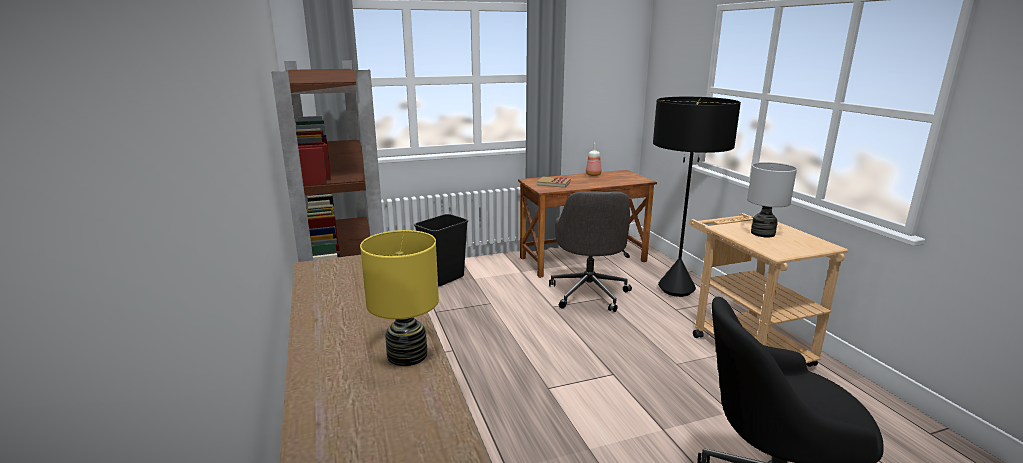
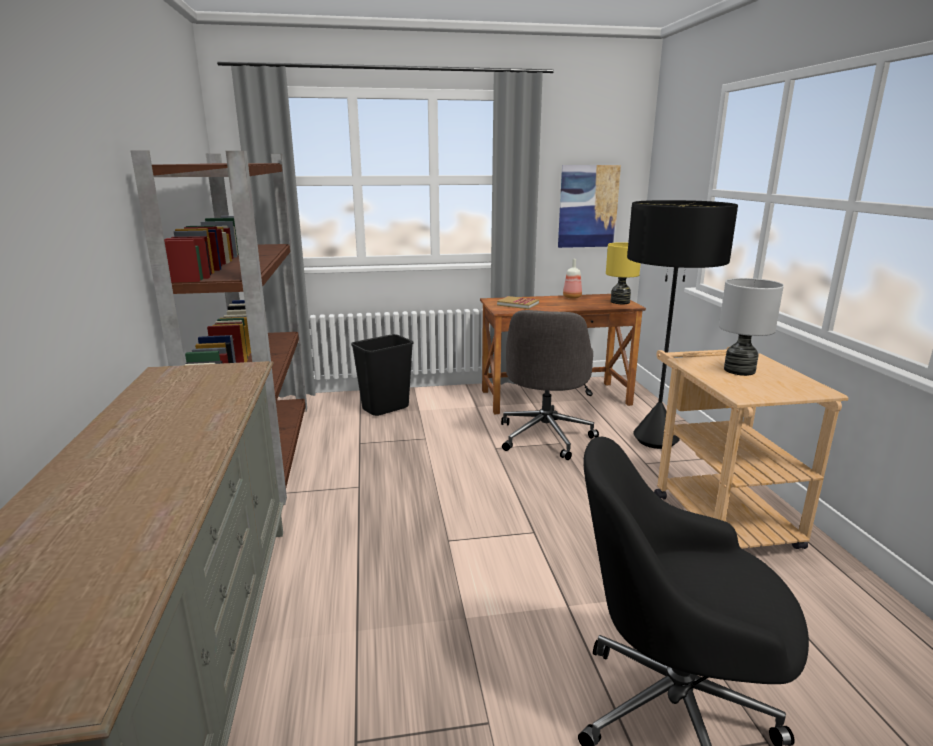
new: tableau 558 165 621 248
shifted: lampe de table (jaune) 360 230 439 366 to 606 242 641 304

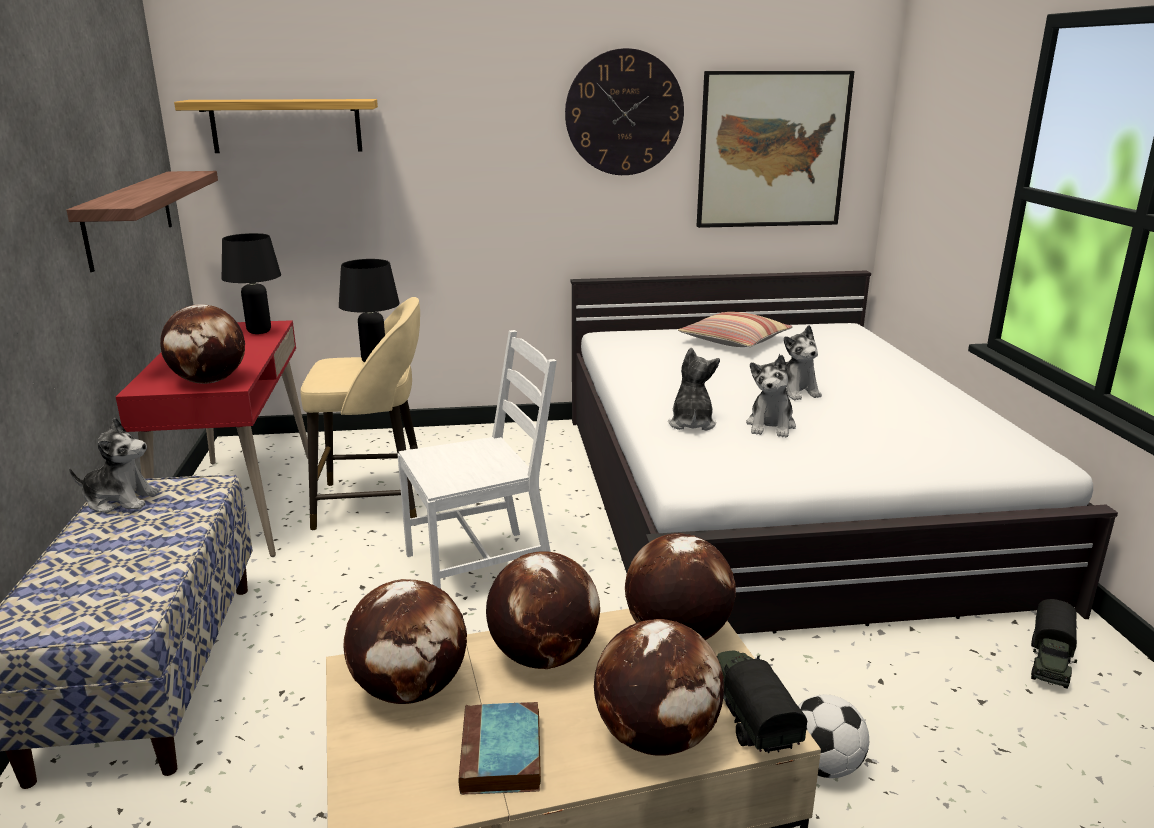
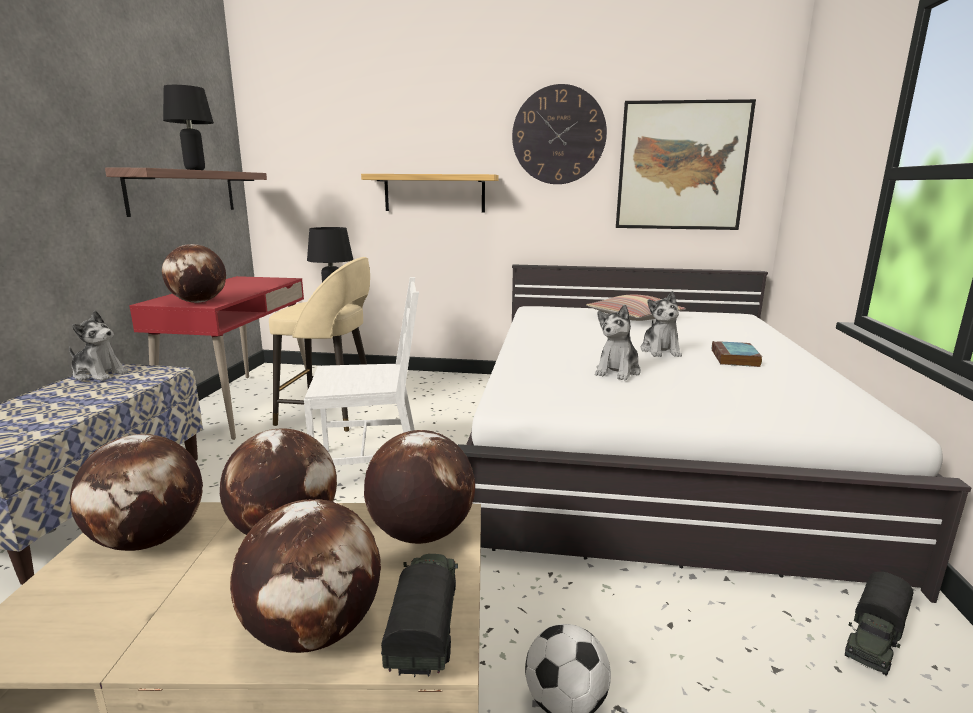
gone: peluche 668 348 720 431
shifted: étagère 174 99 378 153 to 361 174 499 212; lampe de table (noir) 222 233 281 334 to 163 85 214 170; livre 458 702 541 795 to 712 341 762 367

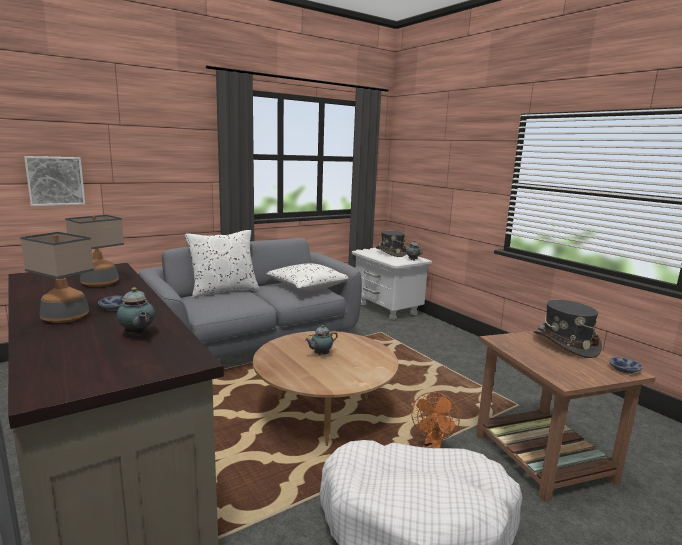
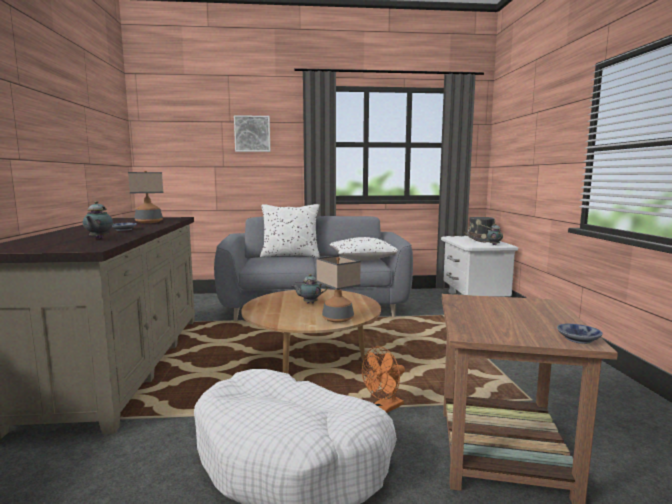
gone: chapeau (gris) 533 300 602 358
shifted: lampe de table 20 232 94 323 to 316 255 361 323; tableau 24 156 85 206 to 234 115 270 152

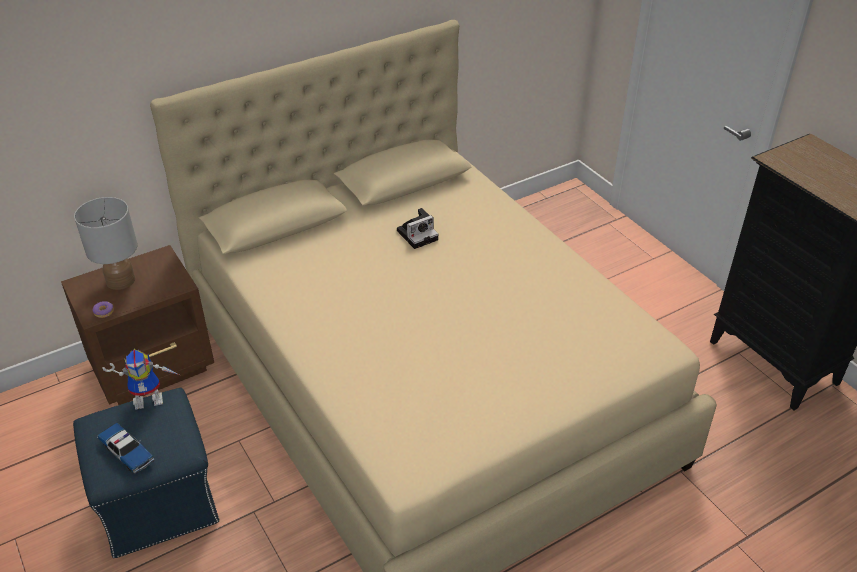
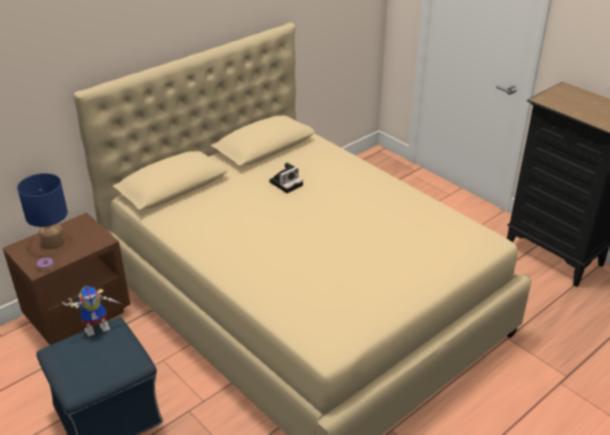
gone: petite voiture 97 423 155 474
repainted: lampe de table (gris) 74 197 138 290 to lampe de table (bleu) 17 173 68 249

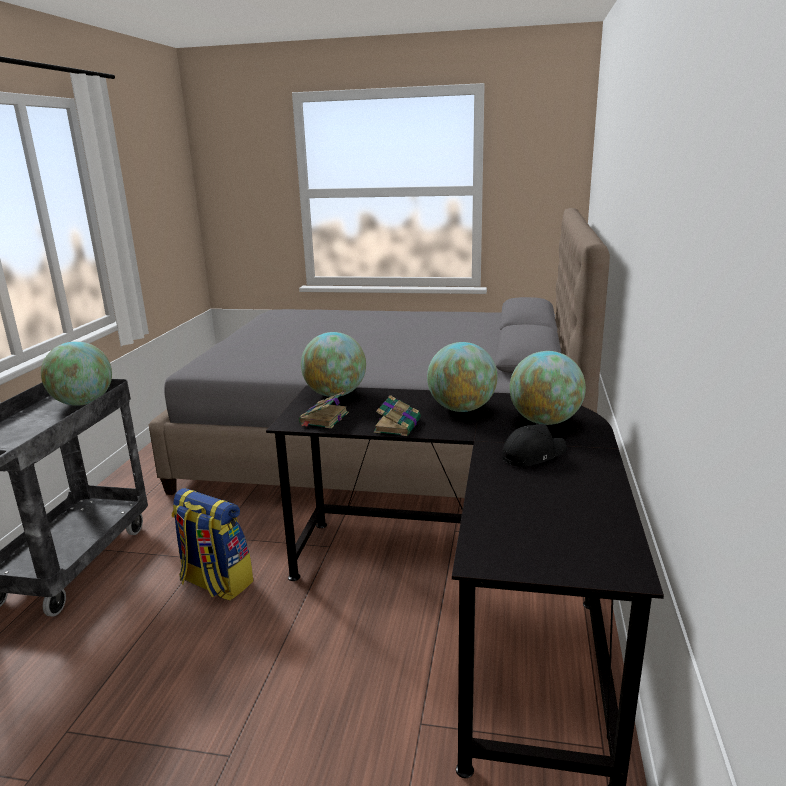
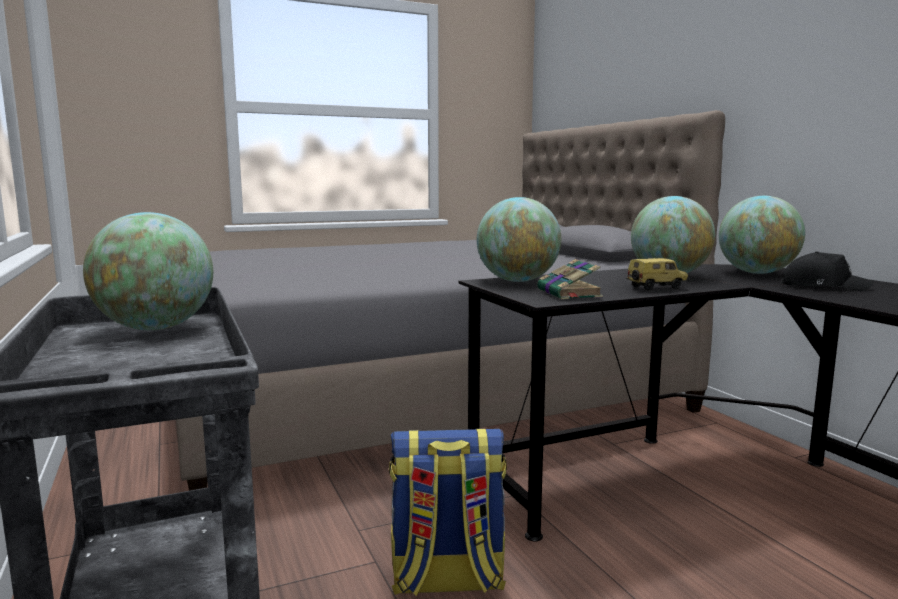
swapped: livre 374 395 421 436 to petite voiture 627 258 688 291
rotated: casquette (noir) 502 424 567 466 = 781 252 874 291 90 degrees clockwise

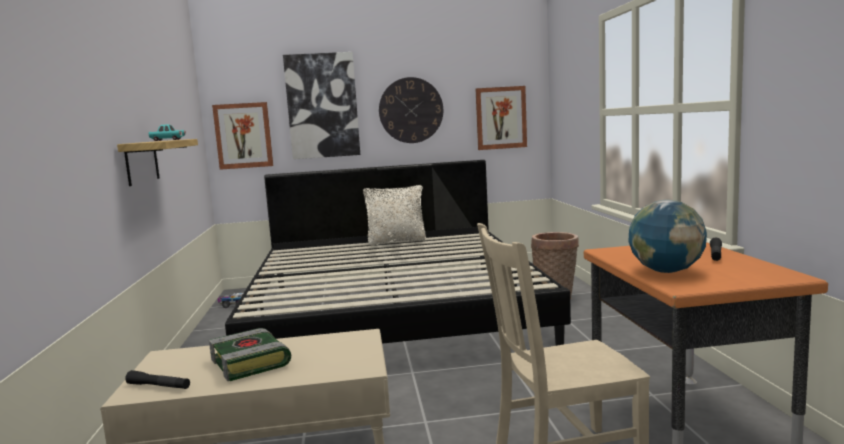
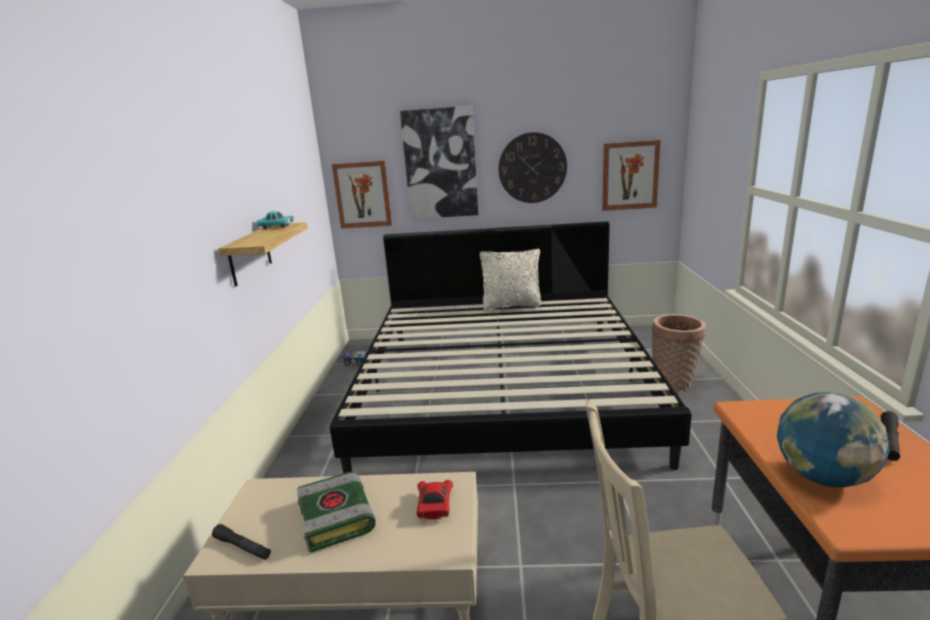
new: petite voiture (rouge) 416 480 453 519

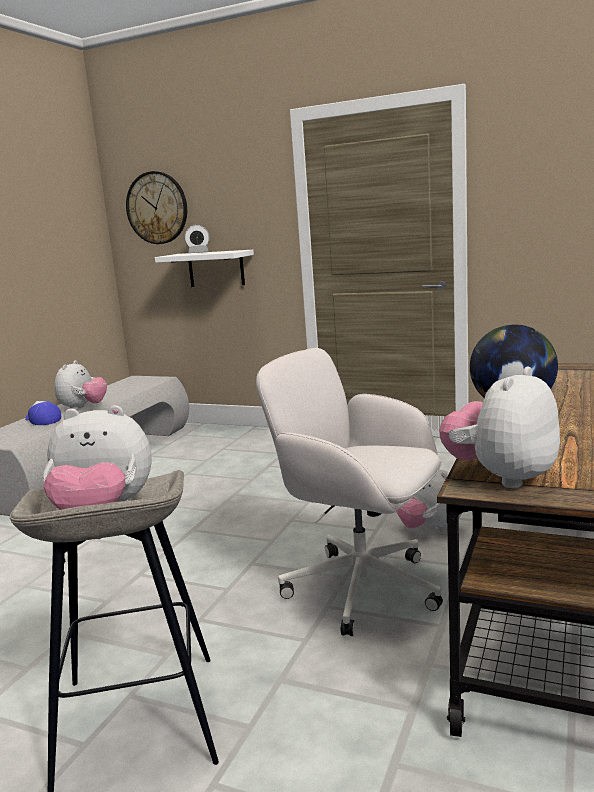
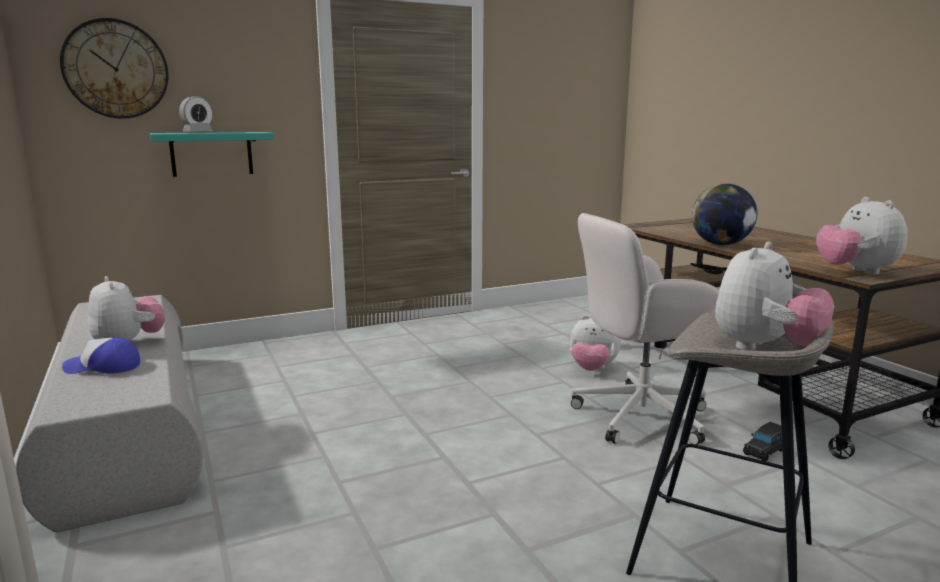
new: petite voiture (noir) 743 422 782 462
repainted: étagère (blanc) 155 250 254 287 to étagère (turquoise) 150 132 274 177

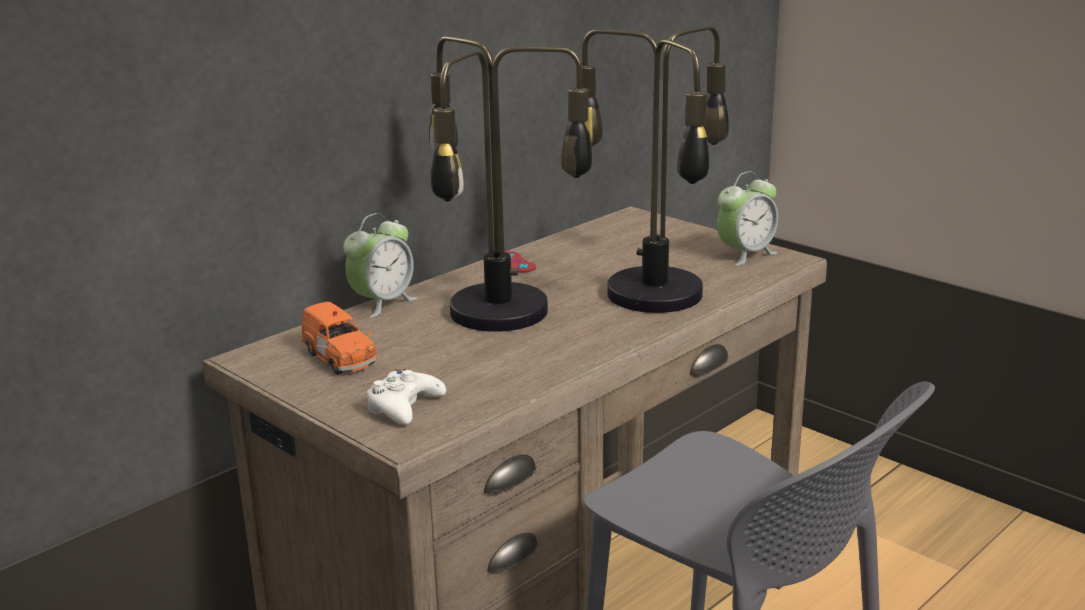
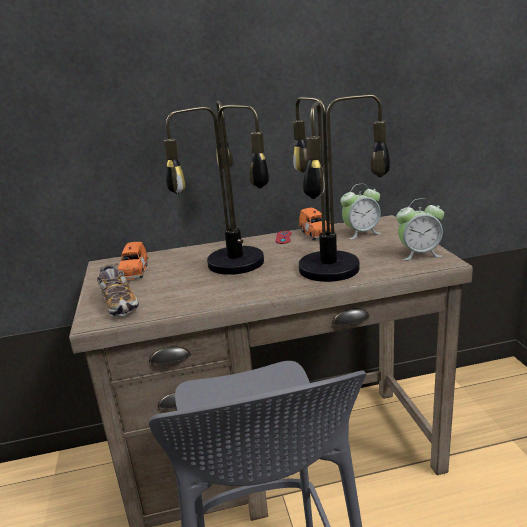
new: petite voiture (orange) 299 208 331 241
shifted: réveil 343 213 417 318 to 340 184 381 239
swapped: manette (blanc) 367 369 446 425 to chaussure 97 264 139 318

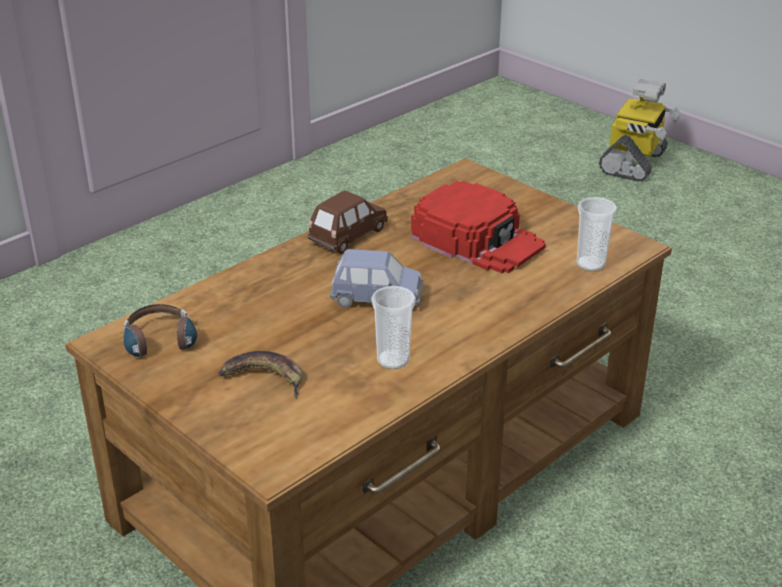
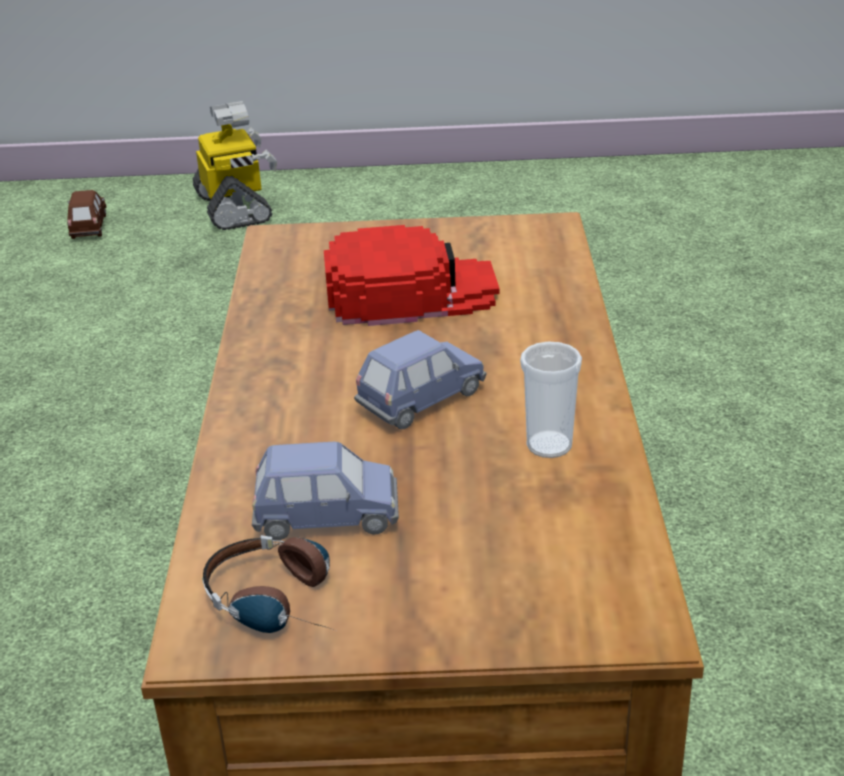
gone: banane 218 351 303 398; tasse 576 197 617 271
new: petite voiture (bleu) 252 442 399 540
shifted: petite voiture (marron) 307 191 388 254 to 67 190 106 239

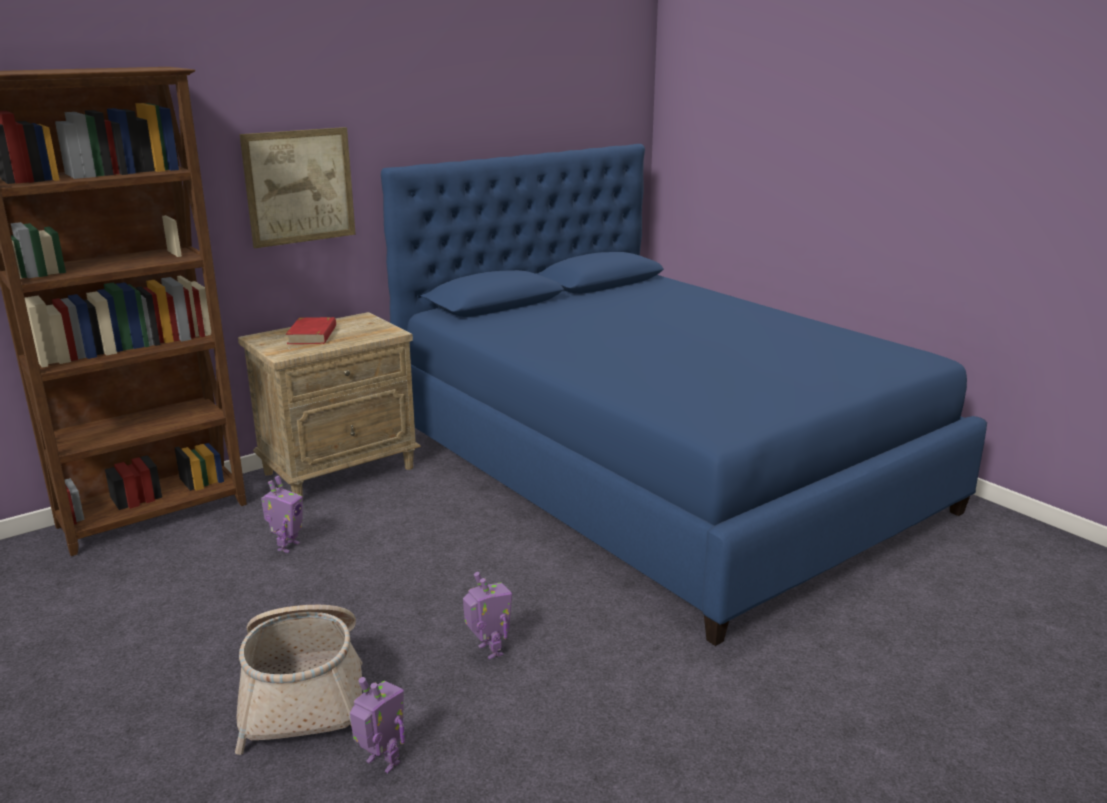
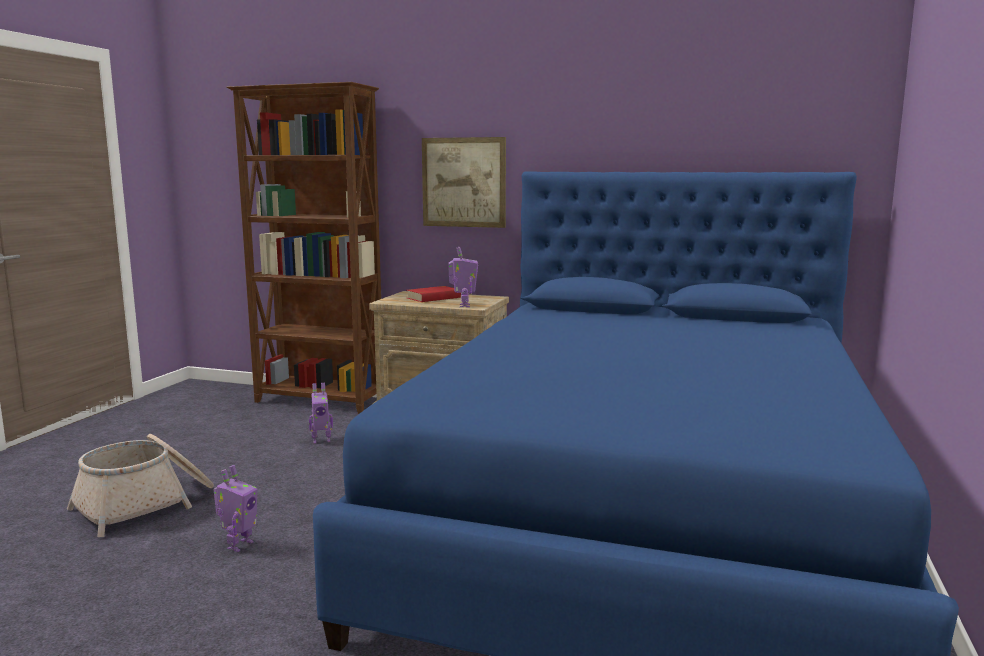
shifted: robot jouet 350 677 405 773 to 448 247 478 307

